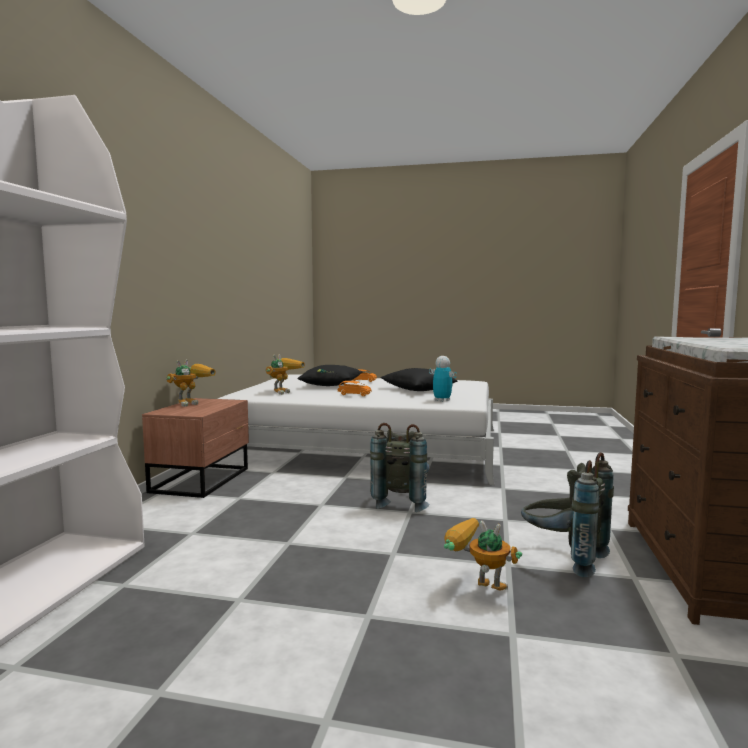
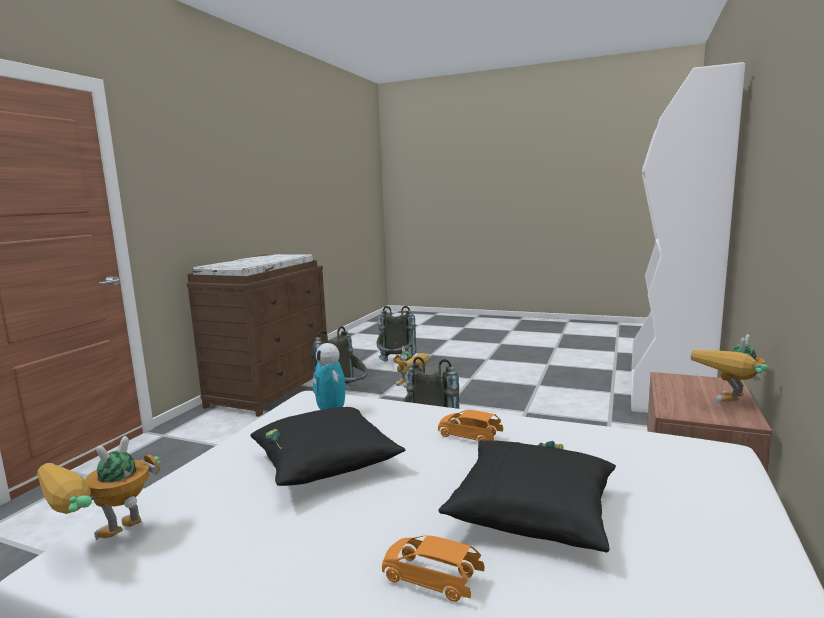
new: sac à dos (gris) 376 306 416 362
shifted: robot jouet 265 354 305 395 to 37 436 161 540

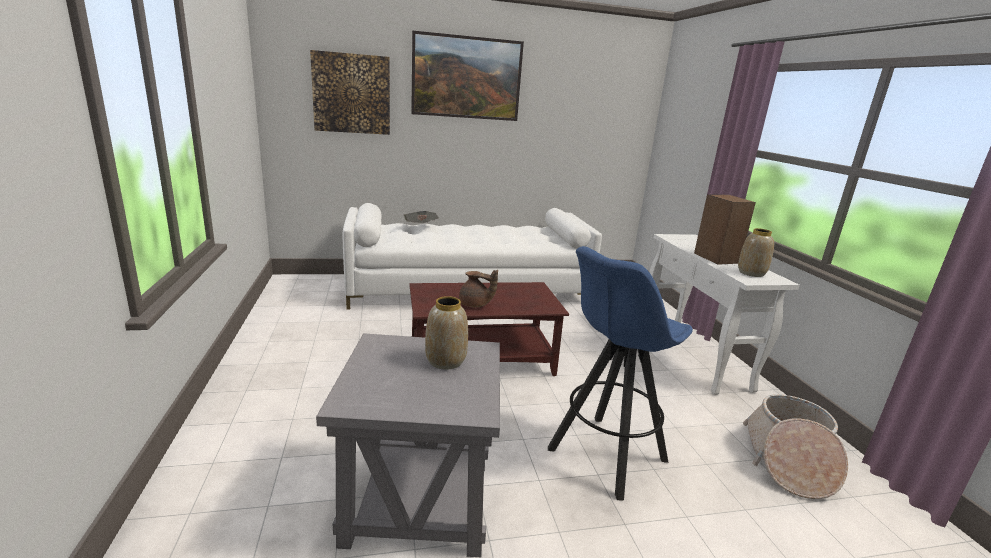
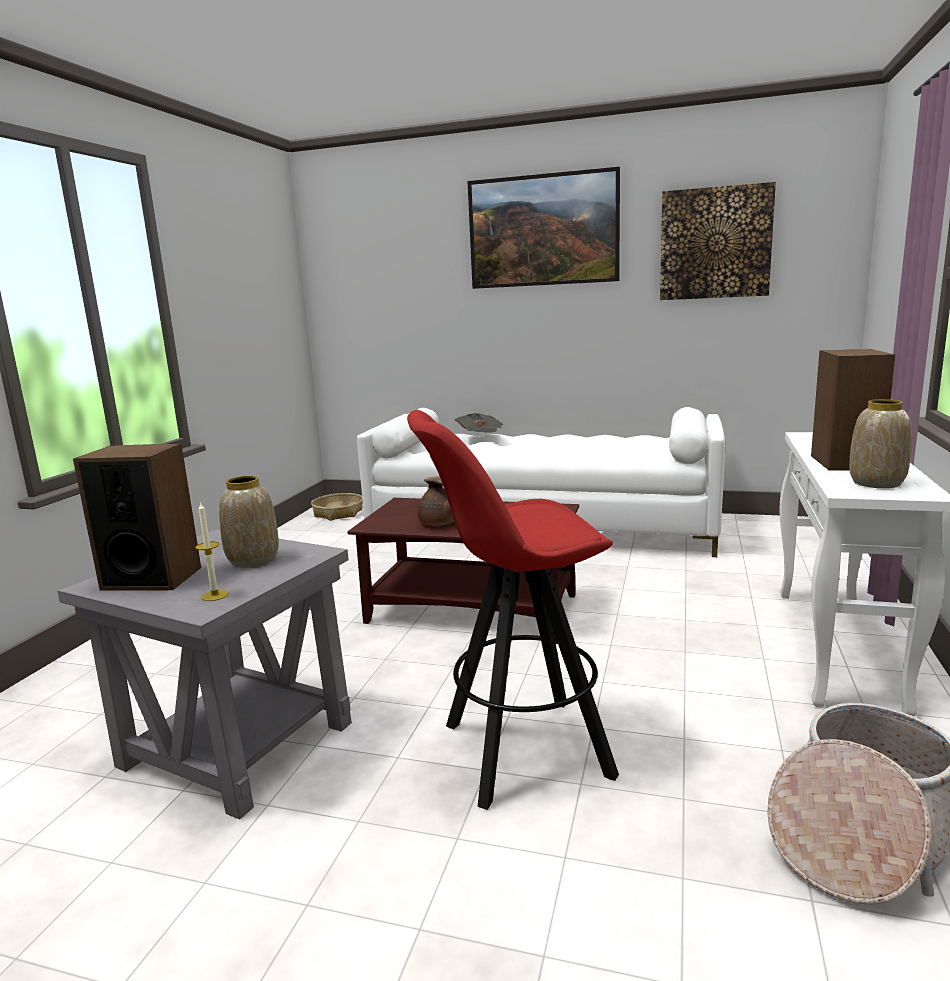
new: enceinte 73 444 201 591; bougie 195 501 229 601; panier 311 493 363 521
shifted: tableau 310 50 390 135 to 660 182 776 300
repainted: tabouret (bleu) 548 246 693 501 to tabouret (rouge) 407 410 619 810

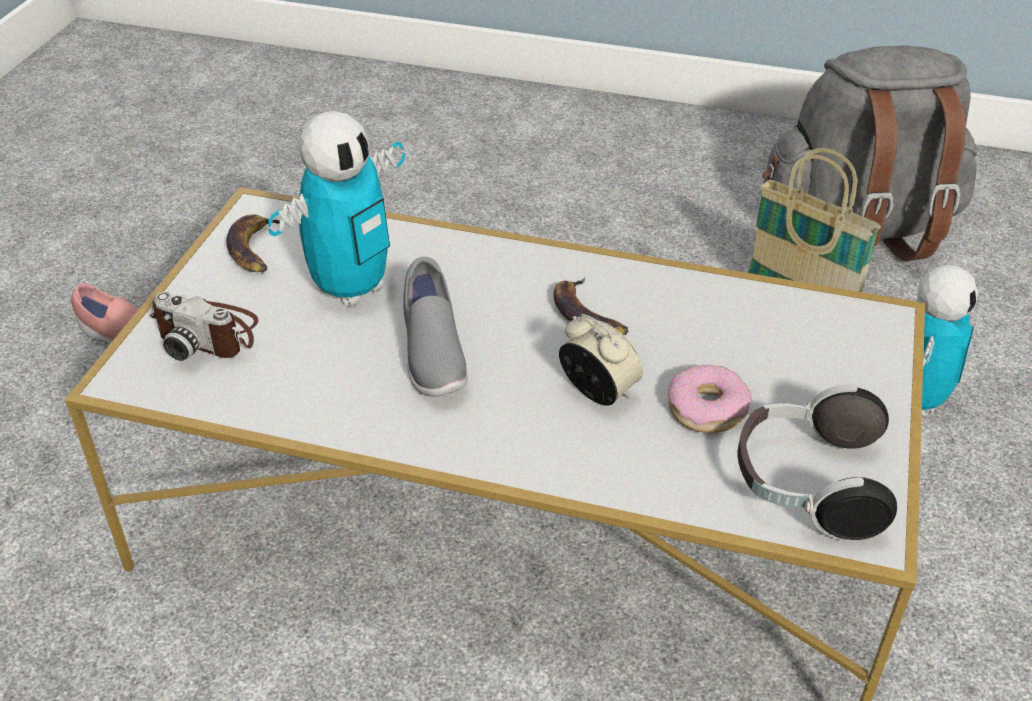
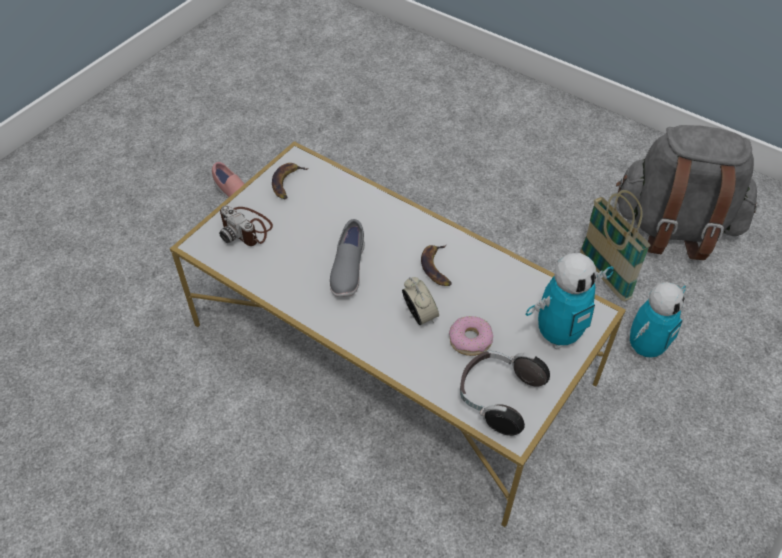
shifted: robot jouet 268 111 405 308 to 526 253 614 349

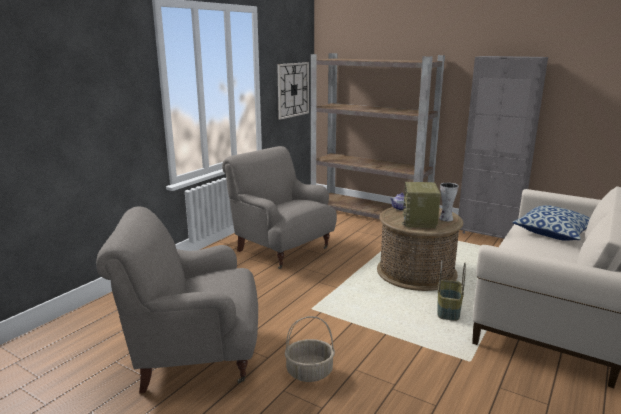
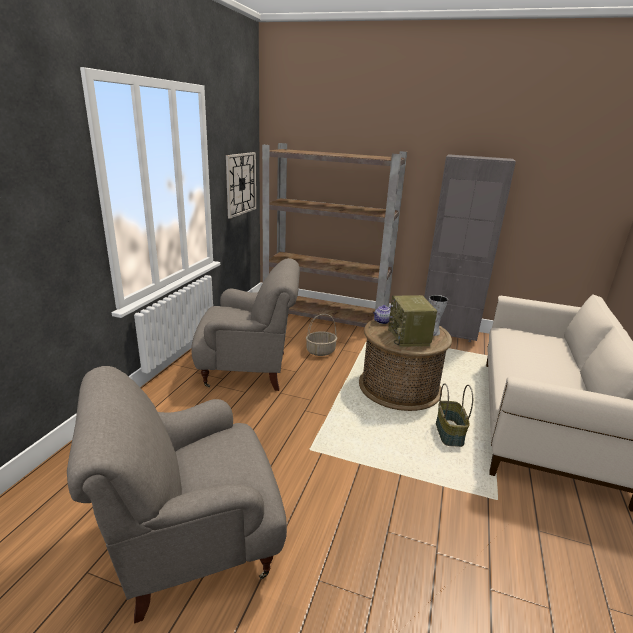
gone: coussin 512 205 590 241
shifted: panier 285 316 335 382 to 306 314 337 356
rotated: fauteuil (gris) 222 146 337 269 = 191 258 300 391 150 degrees clockwise

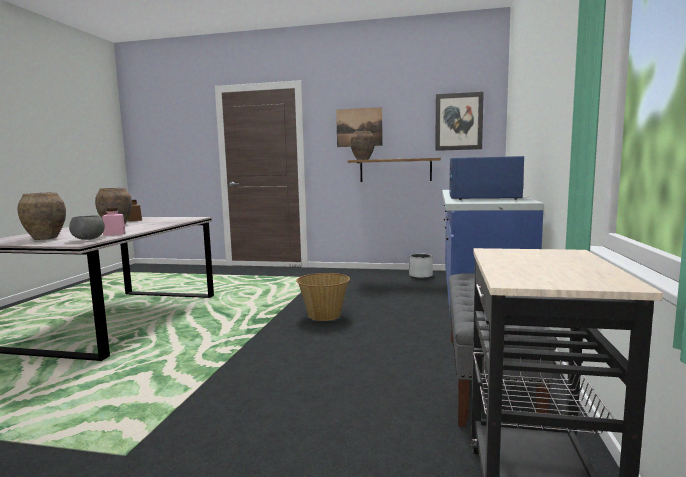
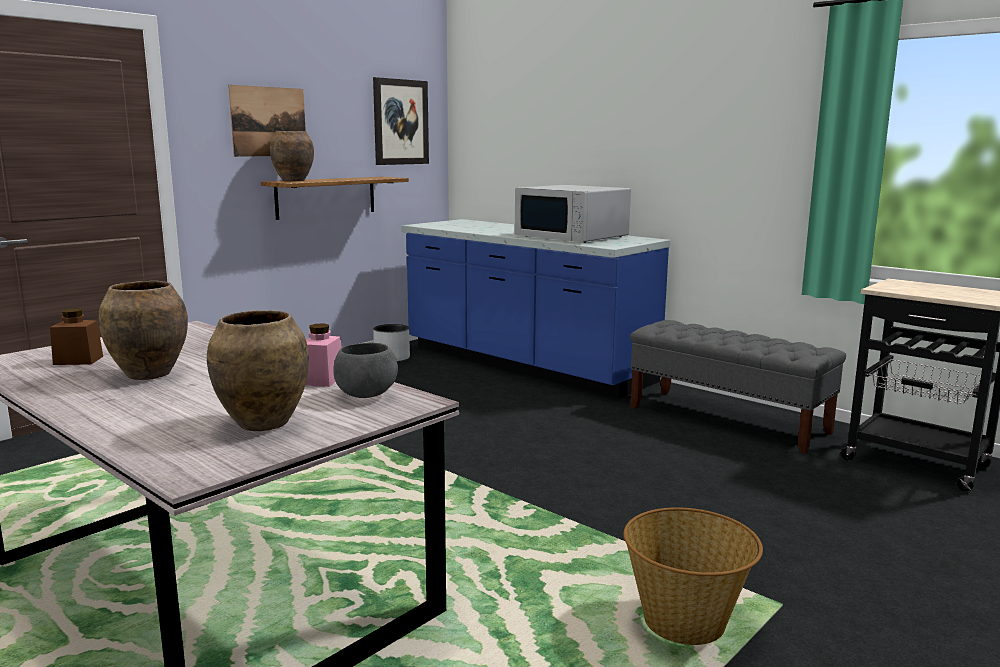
shifted: panier 296 273 350 321 to 623 507 763 645
repainted: micro-ondes (bleu) 449 156 524 200 to micro-ondes (blanc) 515 185 631 243

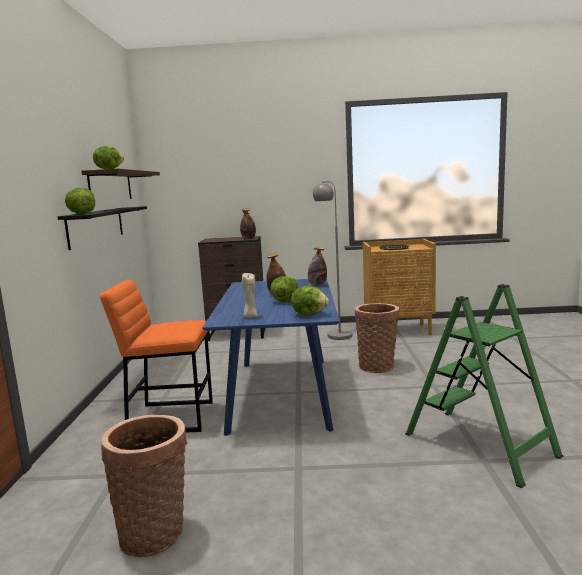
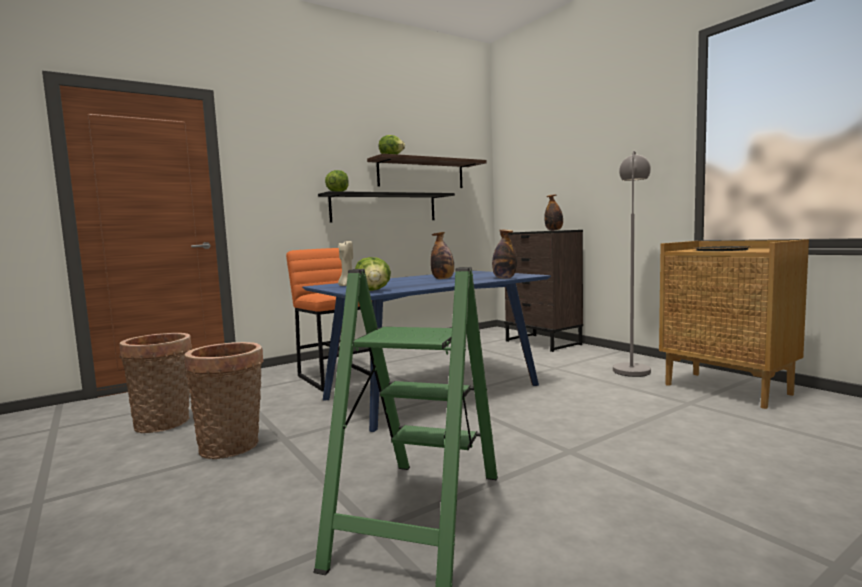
gone: laitue 270 276 298 303
shifted: panier 355 303 399 373 to 184 342 264 459

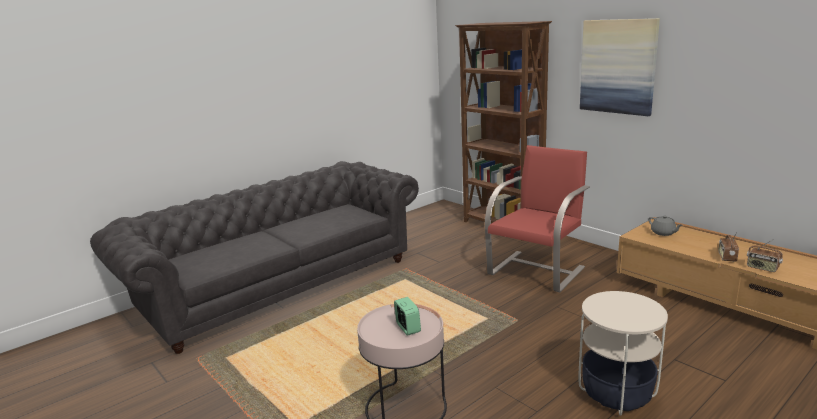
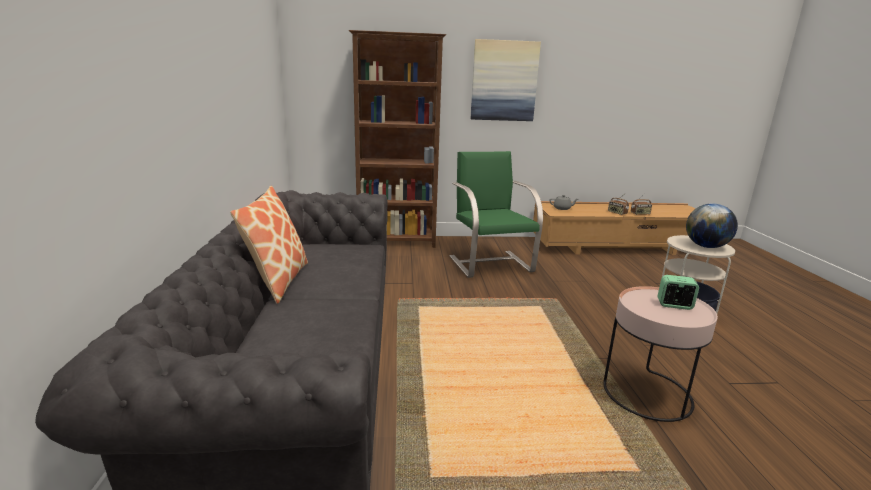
new: coussin 230 186 308 304; globe 686 203 738 248
repainted: fauteuil (rouge) 485 145 590 293 to fauteuil (vert) 450 151 543 278

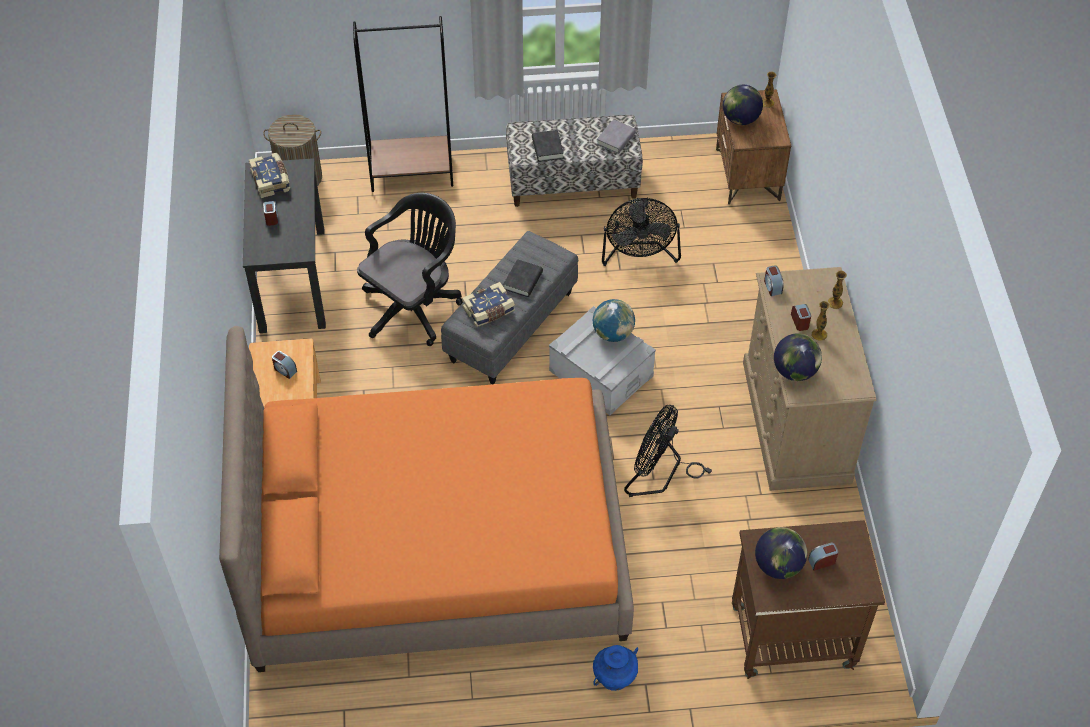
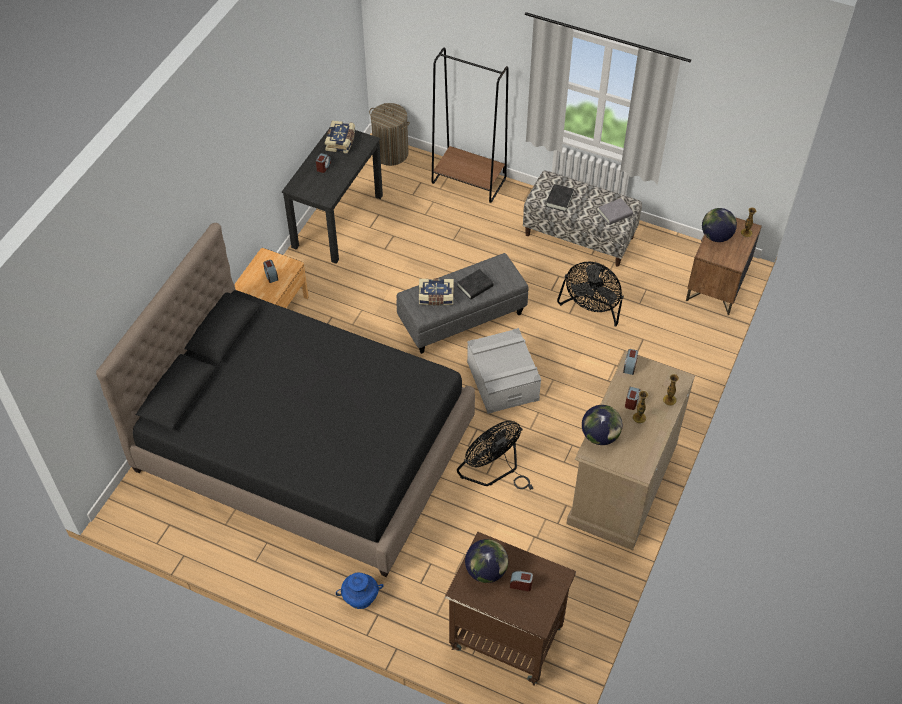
gone: chaise de bureau (noir) 357 193 463 346; globe 592 299 635 342
repainted: lit (orange) 219 326 634 672 to lit (noir) 96 223 475 577

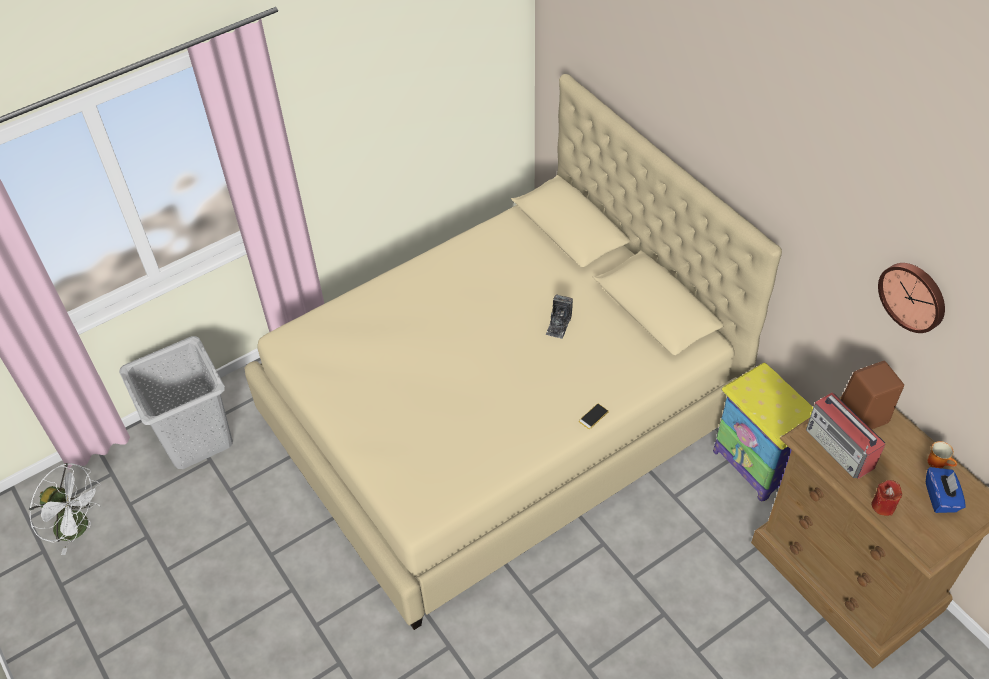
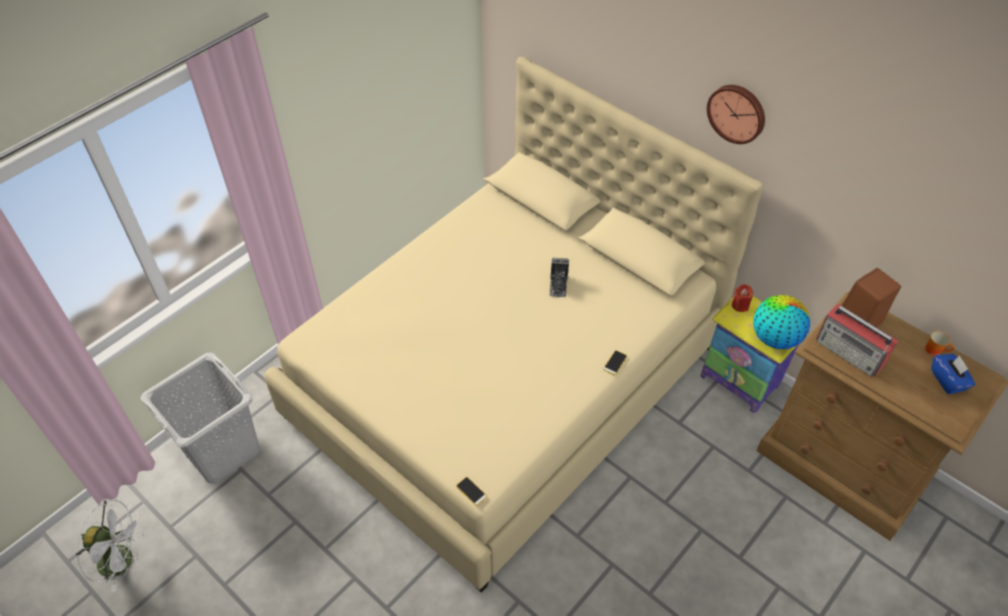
new: téléphone 456 477 487 506; globe 753 295 810 349
shifted: bougie (rouge) 871 480 902 516 to 732 284 753 312; horloge murale 878 263 945 333 to 707 85 765 144

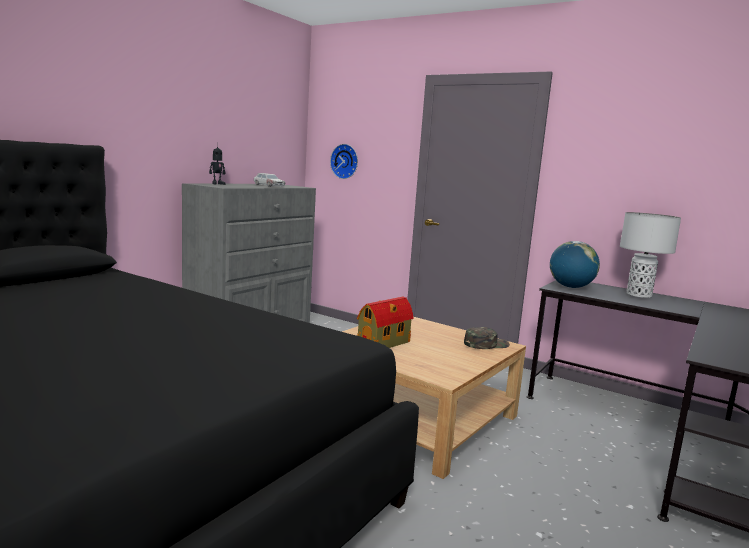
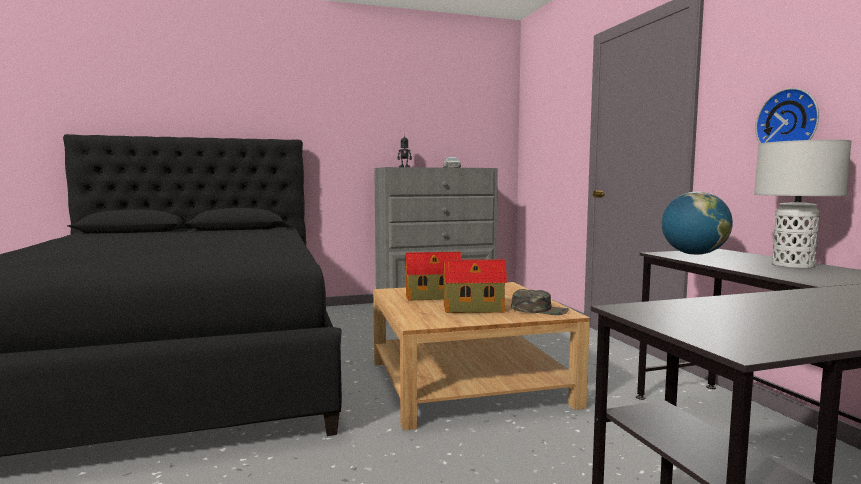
new: maison miniature 443 259 507 313
shifted: horloge murale 330 144 358 179 to 755 88 819 144

